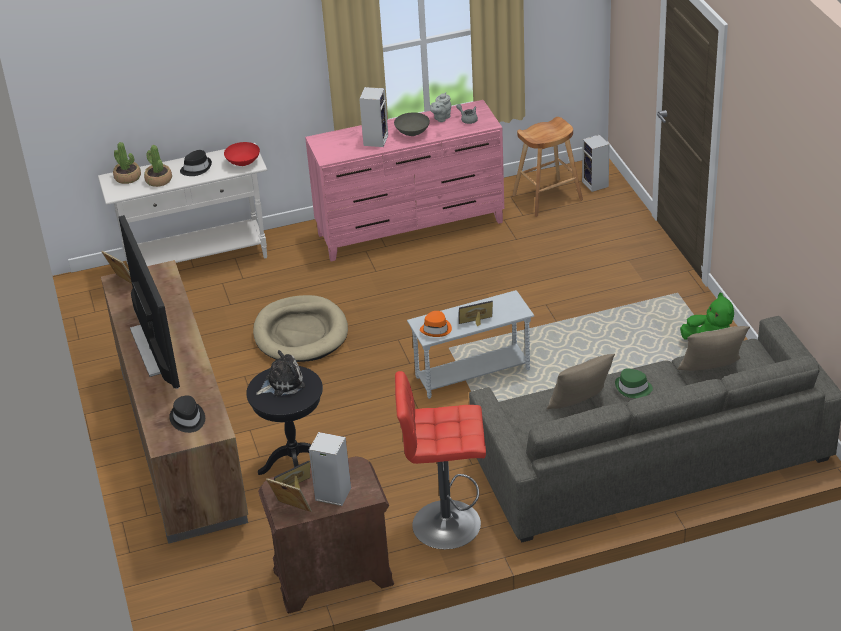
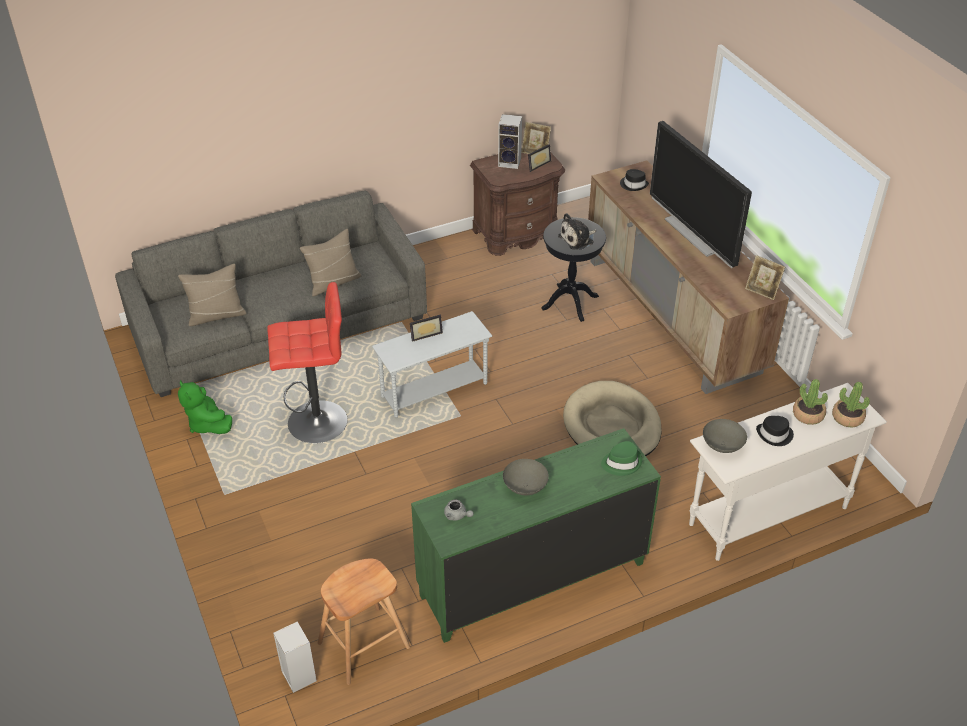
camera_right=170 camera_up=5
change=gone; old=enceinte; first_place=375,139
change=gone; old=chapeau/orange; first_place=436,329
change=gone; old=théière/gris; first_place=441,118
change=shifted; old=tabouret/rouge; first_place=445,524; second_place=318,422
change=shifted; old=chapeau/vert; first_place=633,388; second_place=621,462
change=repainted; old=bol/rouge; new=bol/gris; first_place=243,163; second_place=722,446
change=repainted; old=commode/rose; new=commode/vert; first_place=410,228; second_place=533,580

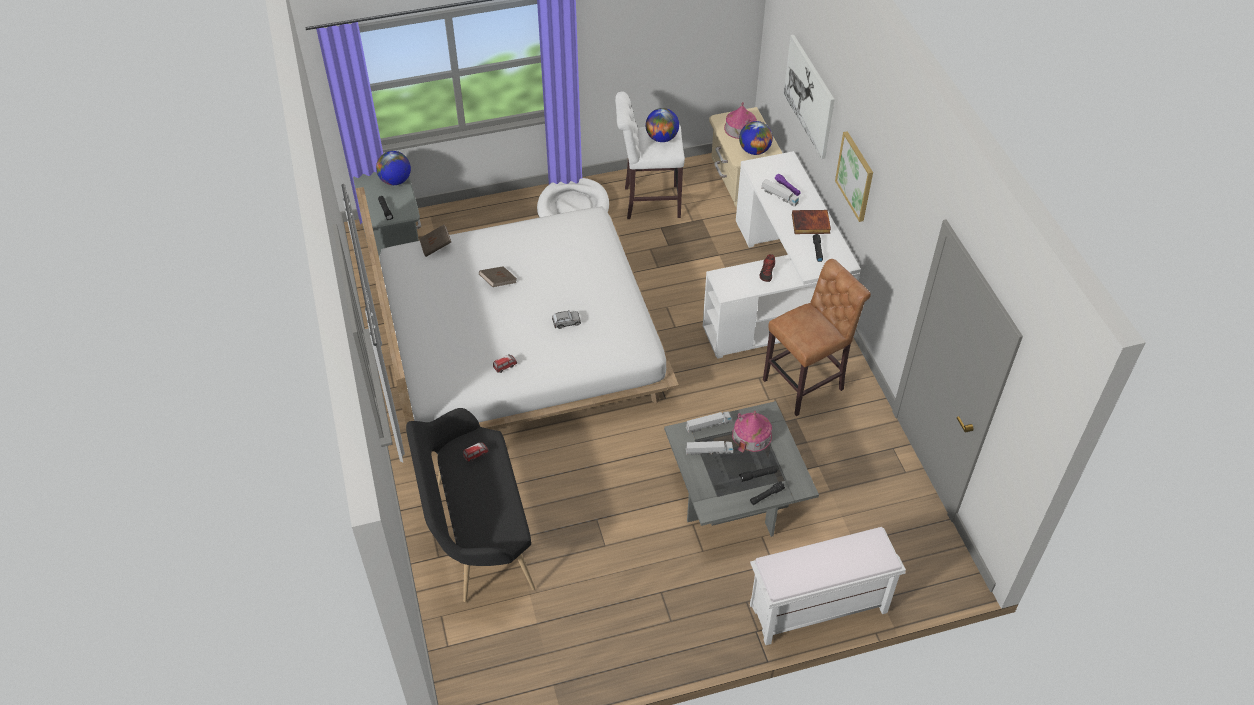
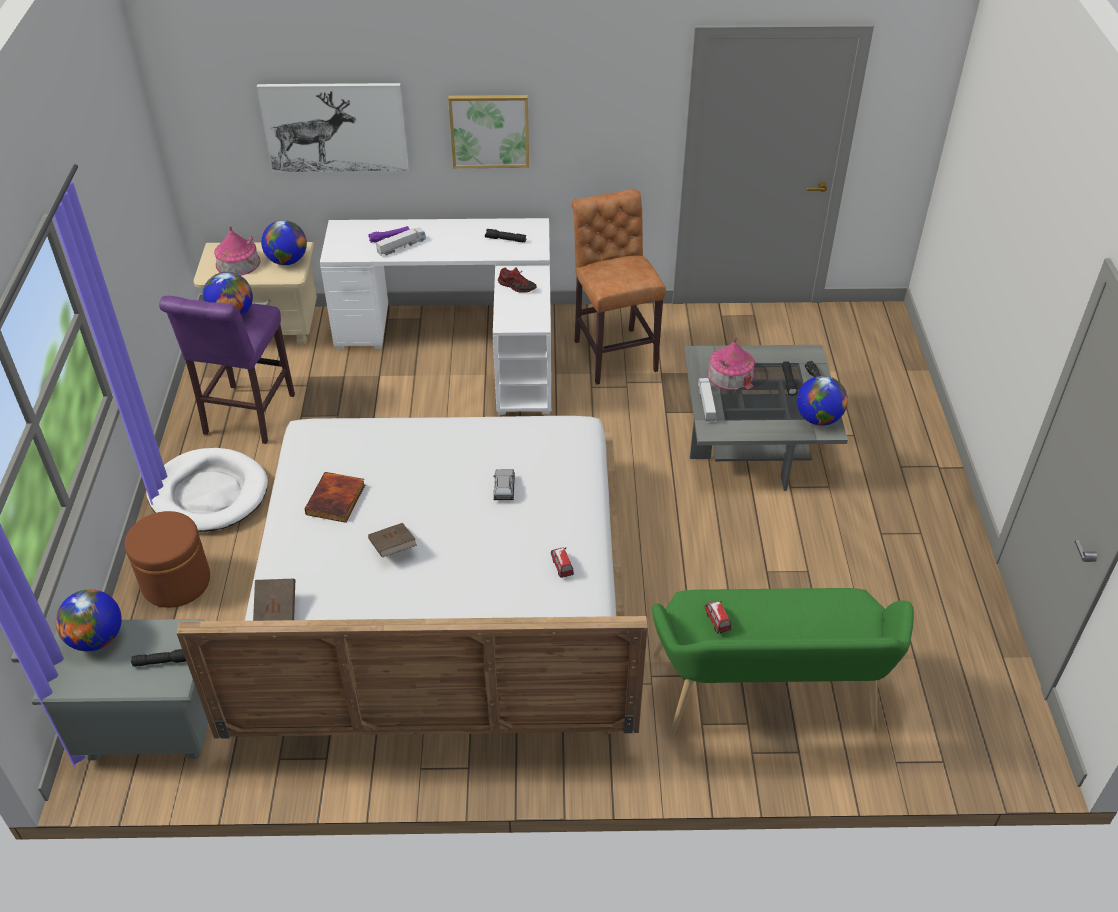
camera_right=-75 camera_up=-5
change=gone; old=camion jouet; first_place=709,451
change=gone; old=banc/blanc; first_place=817,609
change=new; new=pouf/marron; second_place=176,582
change=new; new=globe; second_place=818,419
change=shifted; old=livre; first_place=810,224; second_place=336,500
change=repainted; old=banc/noir; new=banc/vert; first_place=476,534; second_place=767,701
change=repainted; old=tabouret/blanc; new=tabouret/violet; first_place=648,202; second_place=246,418

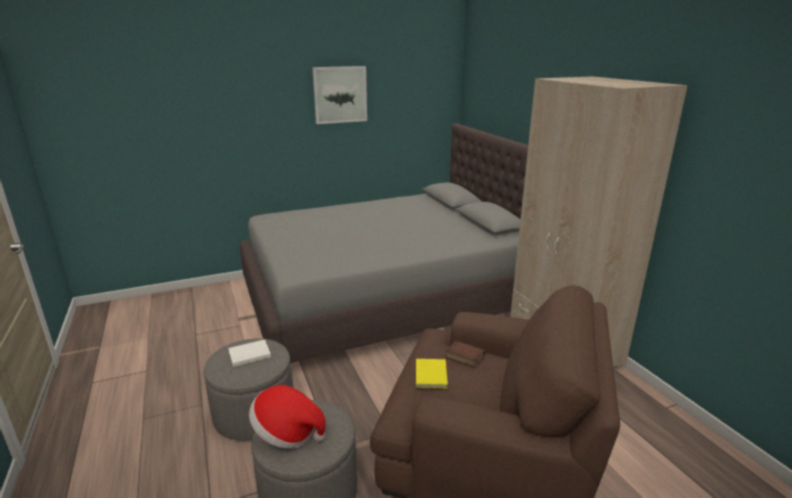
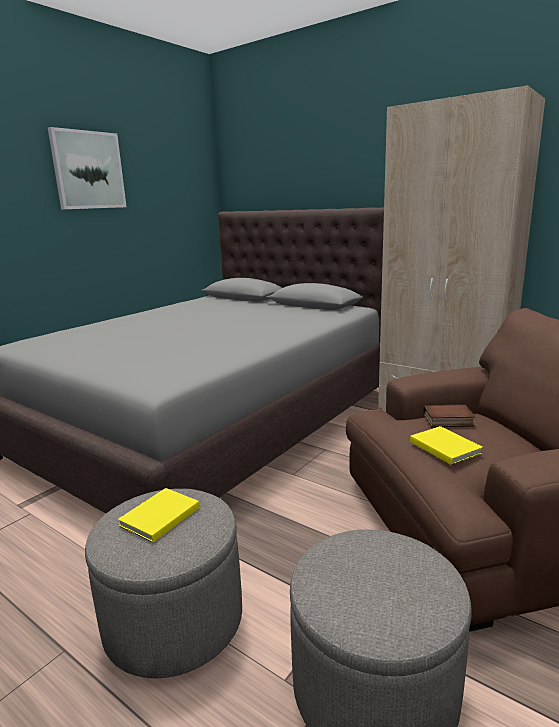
camera_right=-30 camera_up=-5
change=gone; old=chapeau; first_place=287,433
change=repainted; old=livre/blanc; new=livre/jaune; first_place=248,354; second_place=158,517

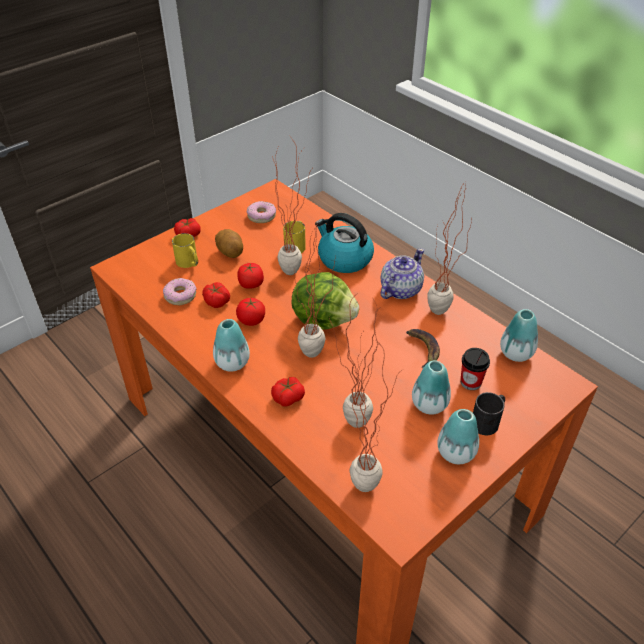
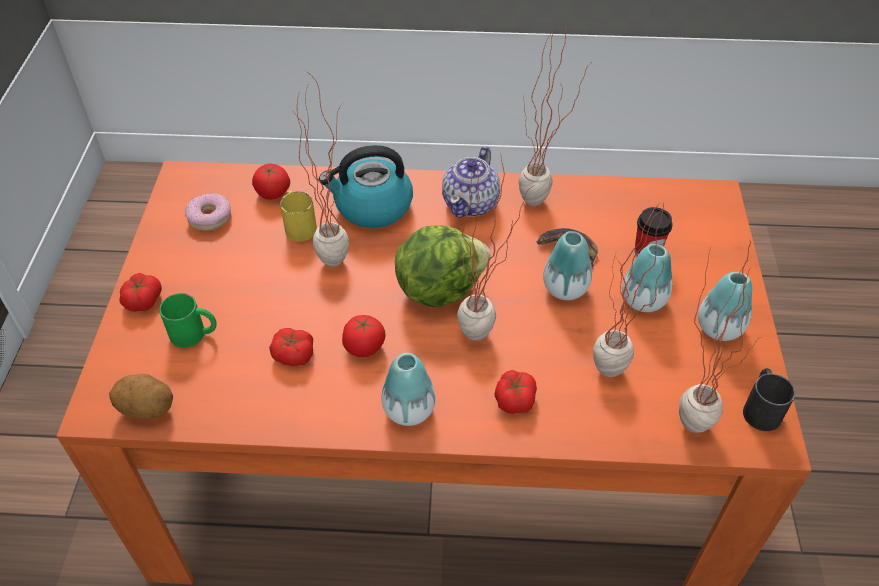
camera_right=-45 camera_up=5
change=gone; old=beignet; first_place=180,296
change=shifted; old=pomme de terre; first_place=230,253; second_place=147,408
change=shifted; old=tomate; first_place=251,284; second_place=273,193
change=shifted; old=mug/noir; first_place=488,421; second_place=760,407
change=shifted; old=vase; first_place=516,353; second_place=565,288
change=repainted; old=mug/jaune; new=mug/vert; first_place=189,263; second_place=194,334
change=rotated; old=théière; first_place=400,290; second_place=471,203; degrees=-150

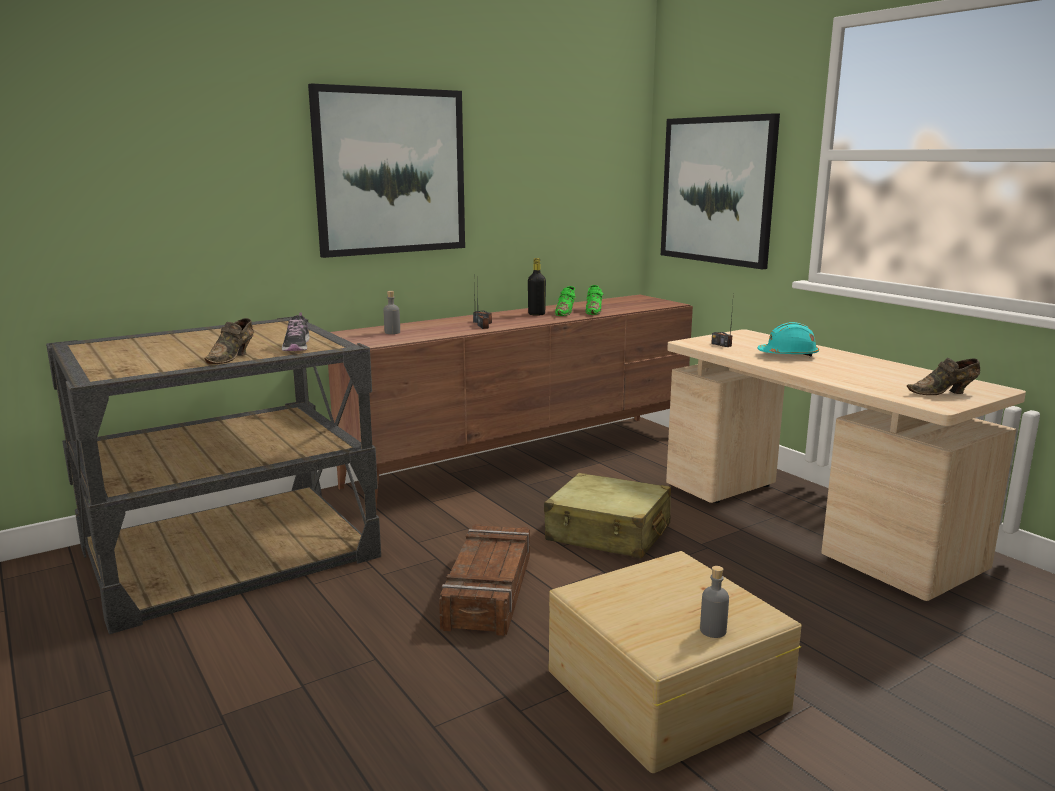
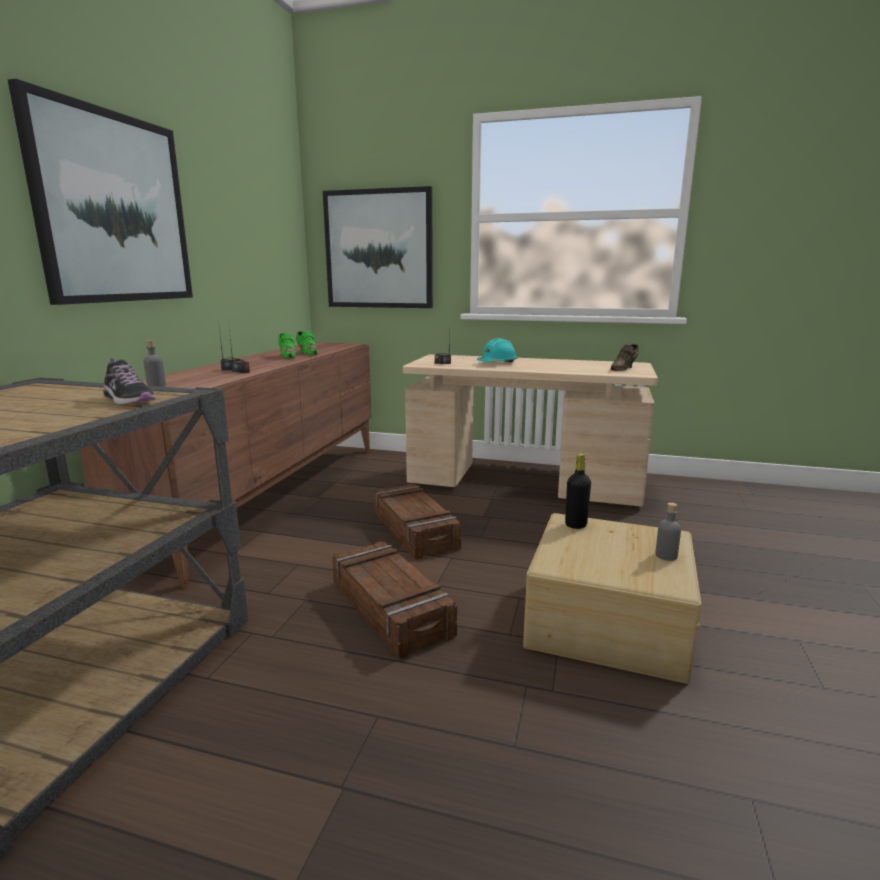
camera_right=-40 camera_up=0
change=gone; old=chaussure/marron; first_place=232,358
change=shifted; old=bouteille/noir; first_place=536,314; second_place=575,525
change=swapped; old=valise/beige; new=caisse; first_place=608,533; second_place=415,529

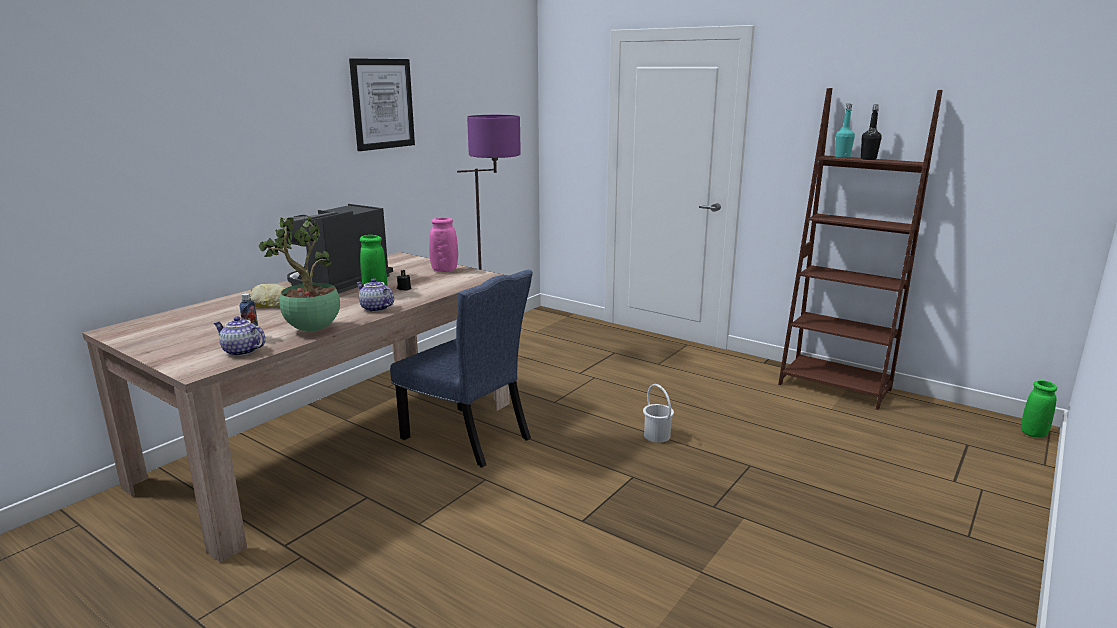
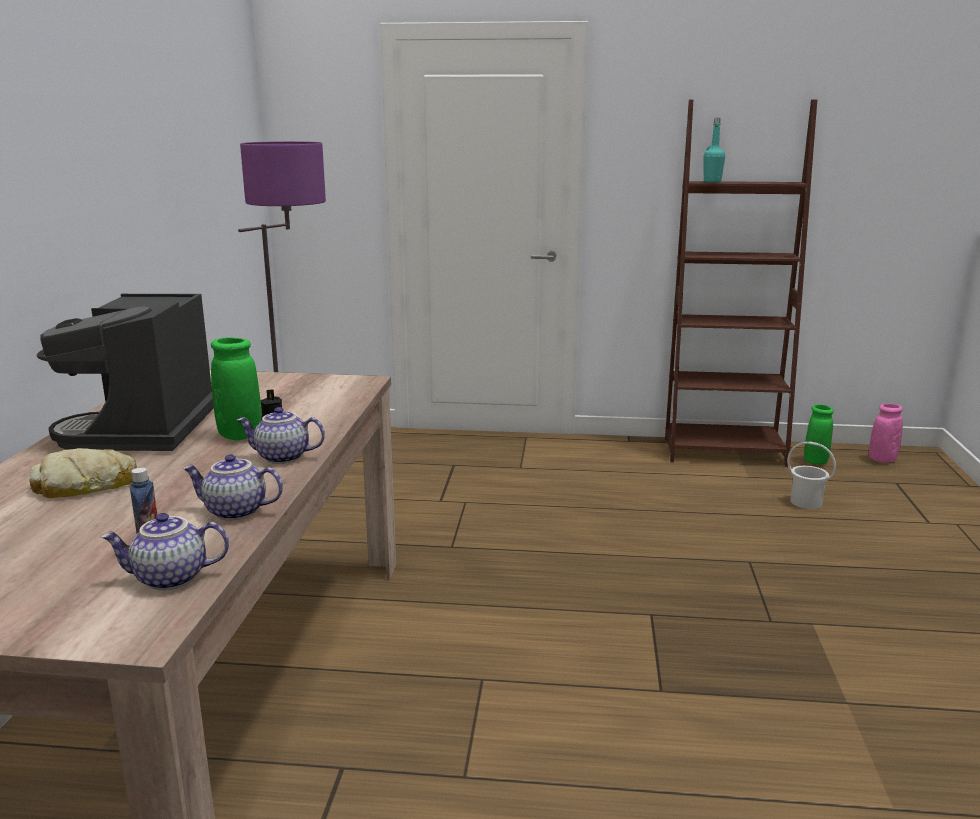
camera_right=-30 camera_up=0
change=gone; old=tableau; first_place=382,104
change=gone; old=chaise/bleu; first_place=466,436
change=gone; old=bouteille/noir; first_place=868,159
change=shifted; old=vase/rose; first_place=444,270; second_place=882,460
change=shifted; old=seau/blanc; first_place=657,435; second_place=806,502
change=shifted; old=vase/vert; first_place=1033,434; second_place=815,461
change=swapped; old=plante en pot; new=théière; first_place=311,330; second_place=234,512

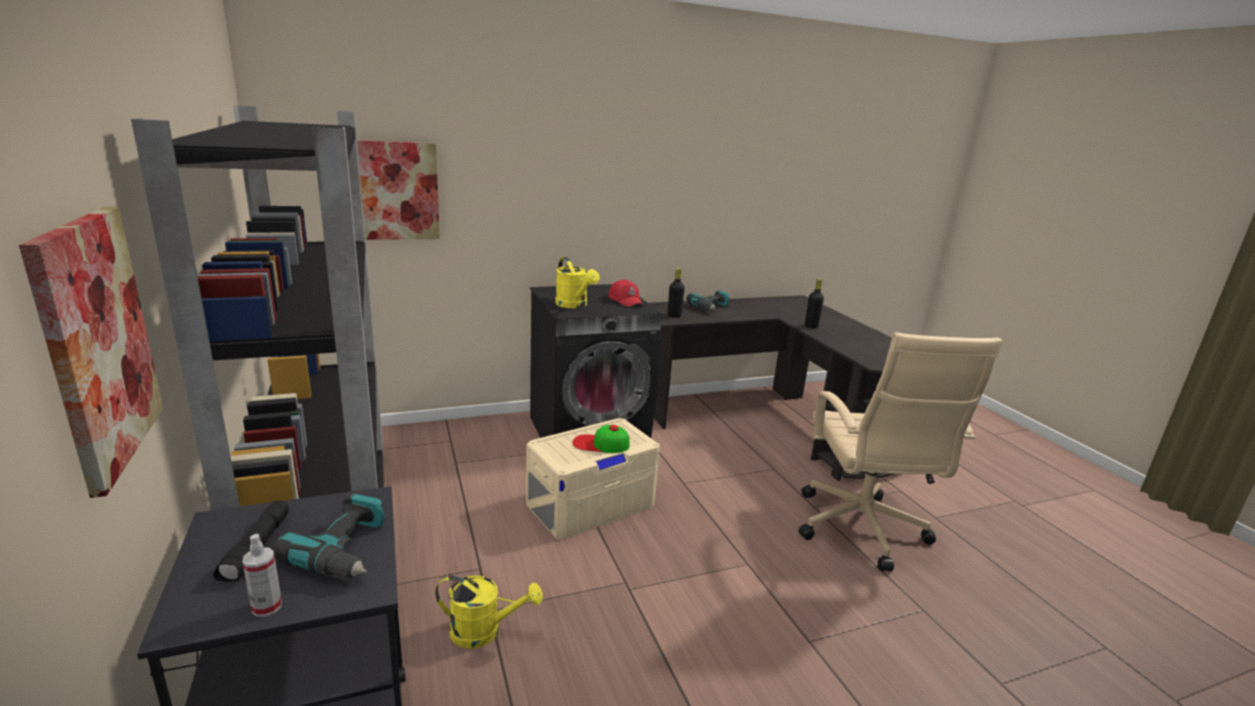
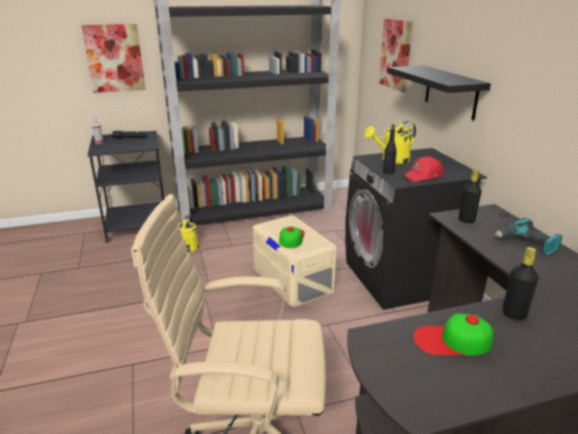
camera_right=95 camera_up=5
change=gone; old=perceuse; first_place=346,550
change=new; new=bouteille/noir; second_place=388,172
change=new; new=étagère/noir; second_place=451,92
change=new; new=casquette; second_place=452,340

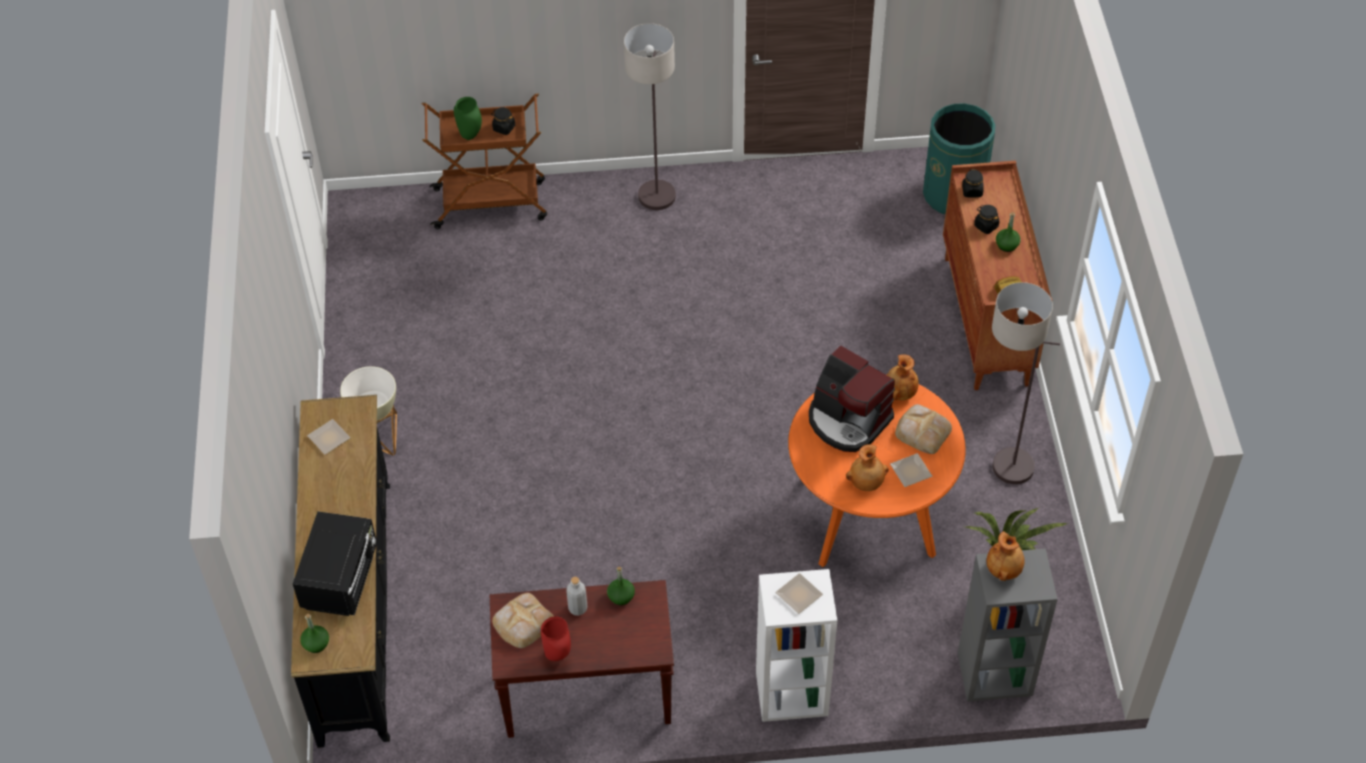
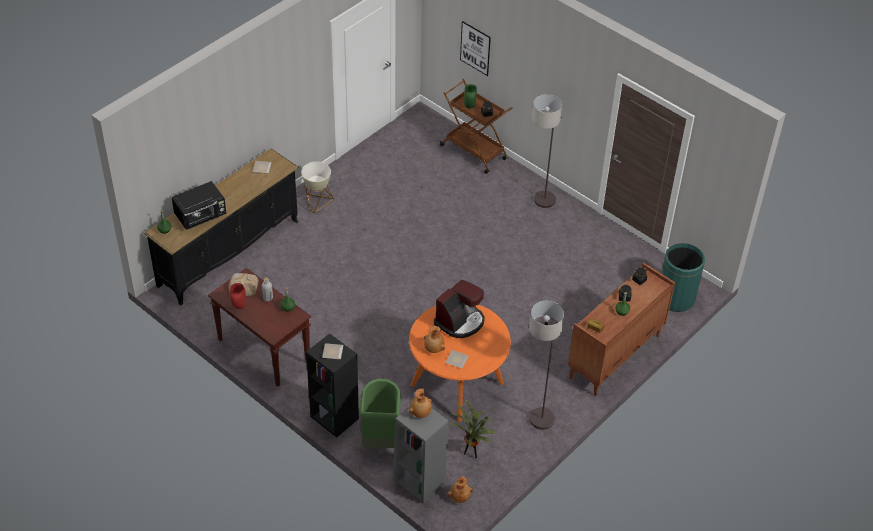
camera_right=45 camera_up=-5
change=gone; old=pain; first_place=922,431
change=new; new=poubelle/vert; second_place=380,438
change=new; new=tableau; second_place=475,48
change=shifted; old=vase/marron; first_place=899,392; second_place=459,497
change=repainted; old=bibliothèque/blanc; new=bibliothèque/noir; first_place=791,694; second_place=334,417
change=rotated; old=machine à café; first_place=848,420; second_place=460,321; degrees=-135

